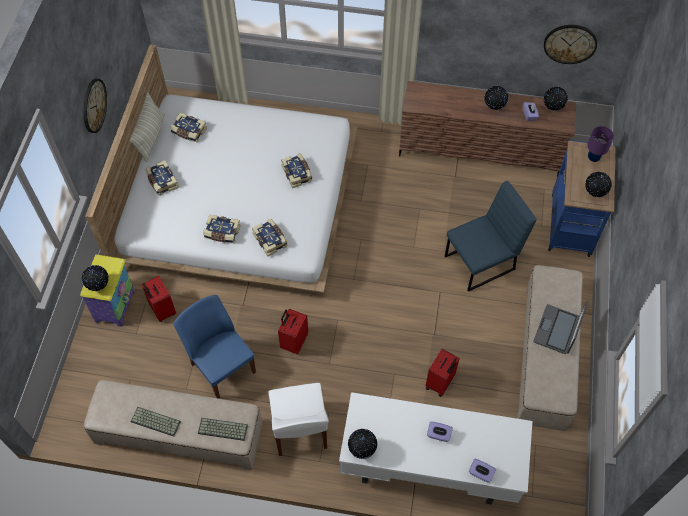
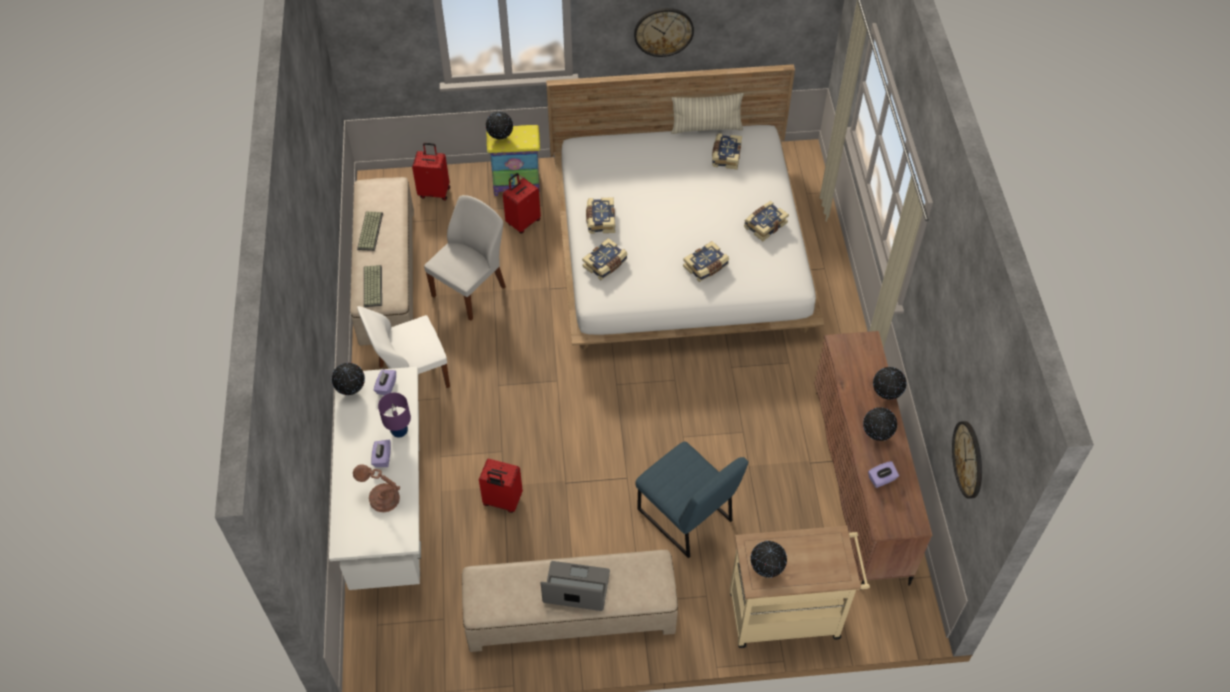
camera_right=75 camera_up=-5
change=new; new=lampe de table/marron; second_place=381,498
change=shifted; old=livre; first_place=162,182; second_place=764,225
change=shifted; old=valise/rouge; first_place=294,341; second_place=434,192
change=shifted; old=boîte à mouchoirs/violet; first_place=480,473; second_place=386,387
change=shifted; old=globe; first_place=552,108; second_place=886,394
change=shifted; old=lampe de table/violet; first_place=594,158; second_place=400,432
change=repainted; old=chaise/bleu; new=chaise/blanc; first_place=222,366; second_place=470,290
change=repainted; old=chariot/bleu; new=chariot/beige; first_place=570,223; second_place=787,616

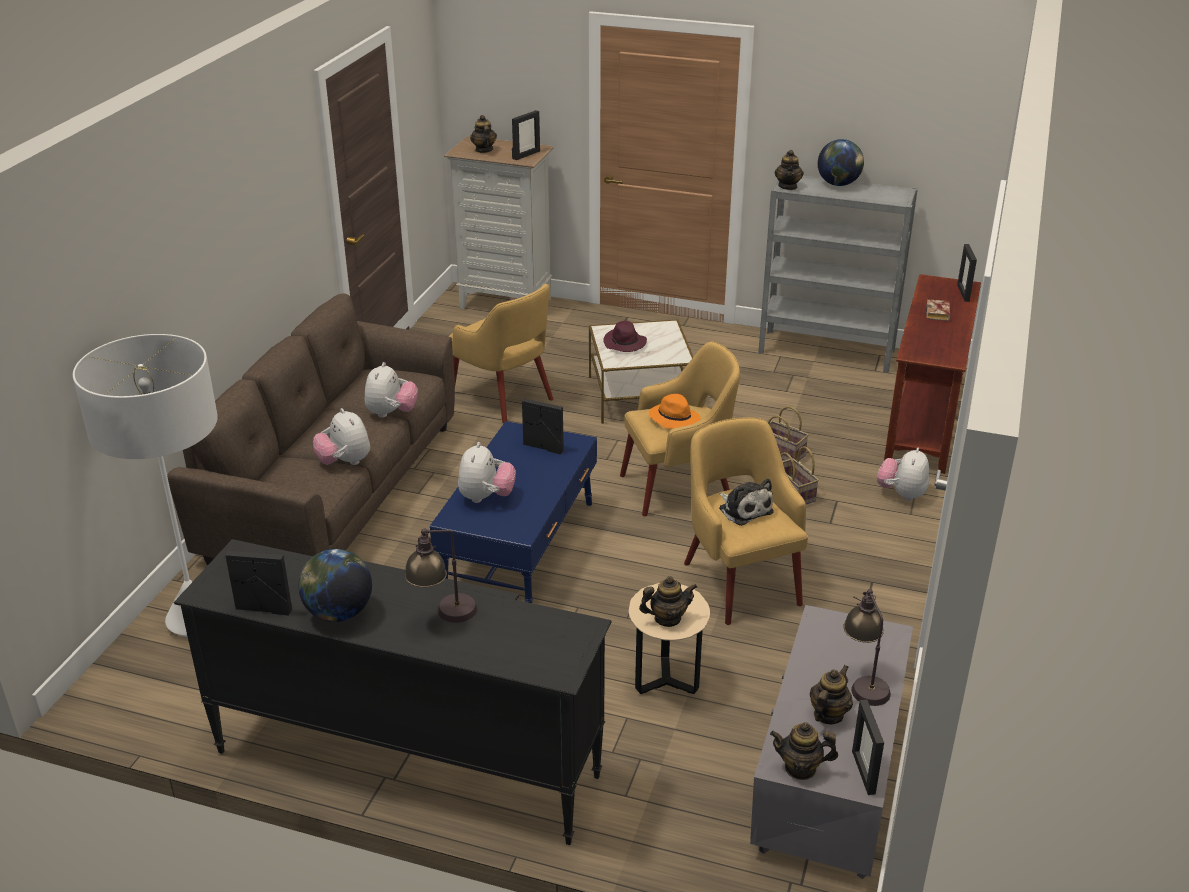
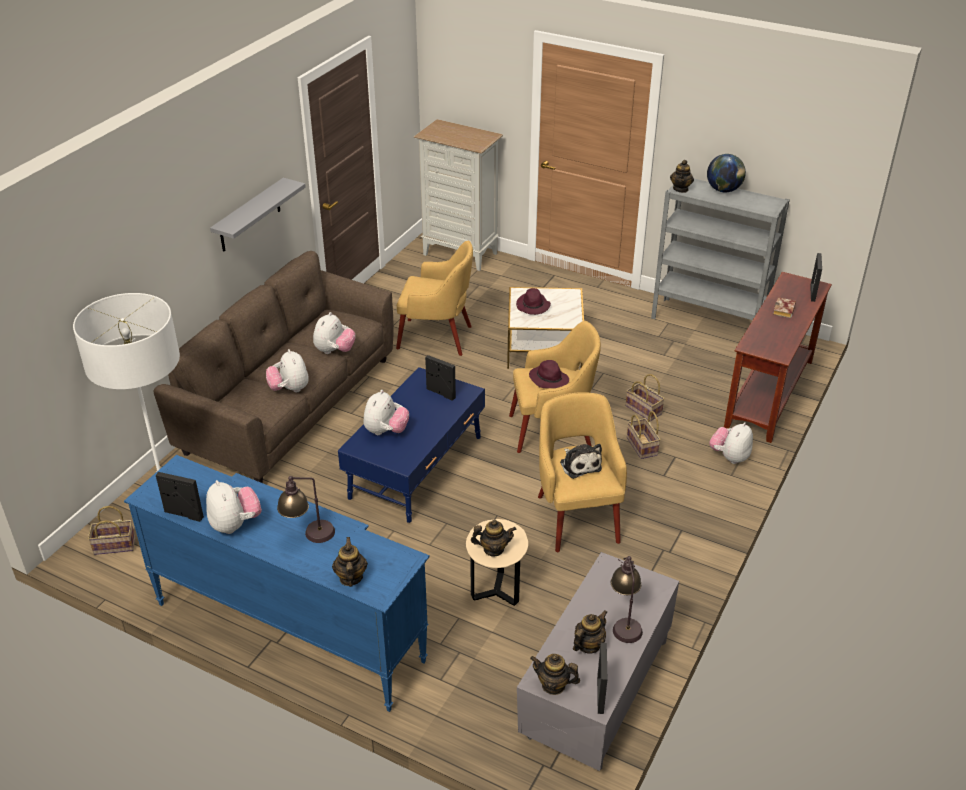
camera_right=10 camera_up=5
change=gone; old=cadre photo; first_place=526,155
change=new; new=panier; second_place=113,546
change=new; new=étagère/gris; second_place=249,216
change=shifted; old=théière; first_place=483,150; second_place=350,578
change=swapped; old=globe; new=peluche; first_place=339,613; second_place=235,524
change=repainted; old=meuble de rangement/noir; new=meuble de rangement/bleu; first_place=408,762; second_place=290,630
change=repainted; old=chapeau/orange; new=chapeau/violet; first_place=673,418; second_place=548,379
change=rotated; old=fauteuil/jaune; first_place=503,397; second_place=437,337; degrees=-45

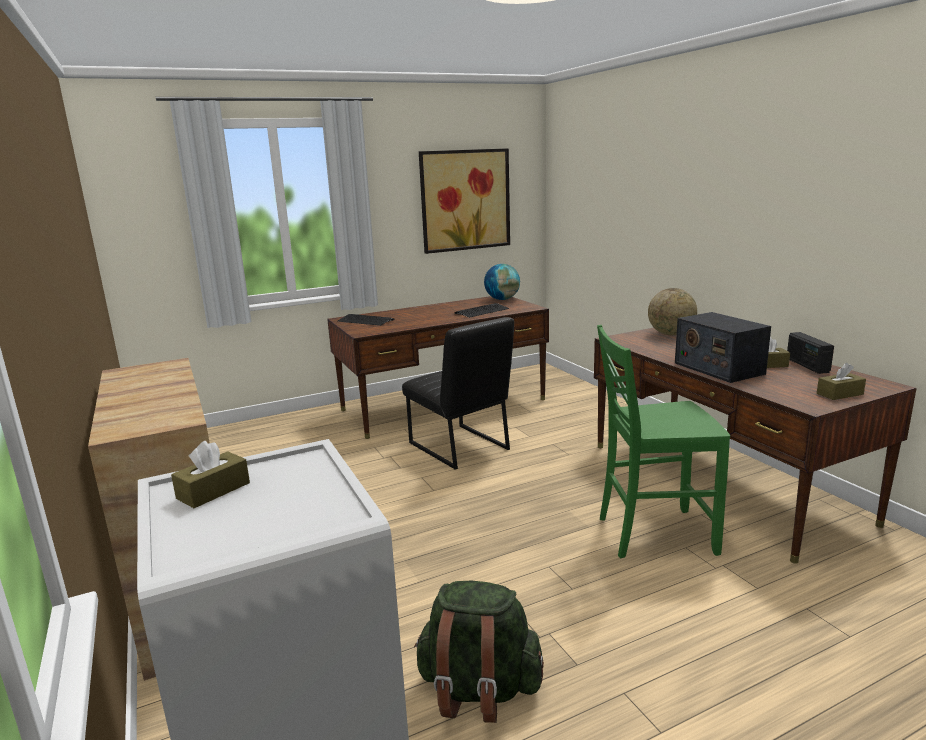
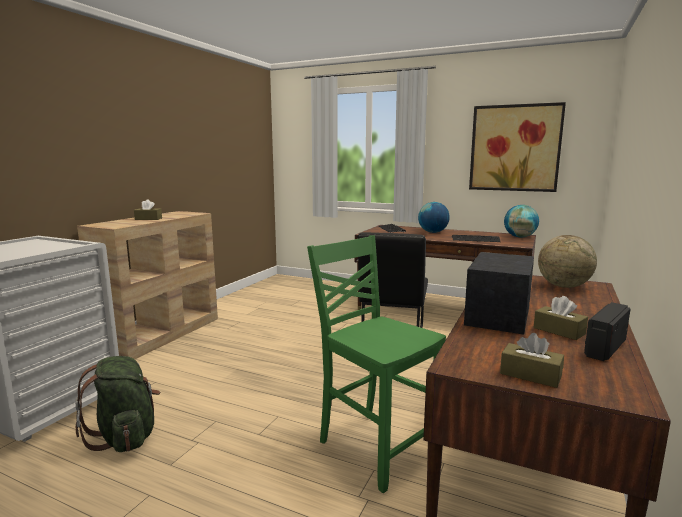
camera_right=50 camera_up=-5
change=new; new=globe; second_place=433,232
change=shifted; old=boîte à mouchoirs/marron; first_place=213,491; second_place=148,219

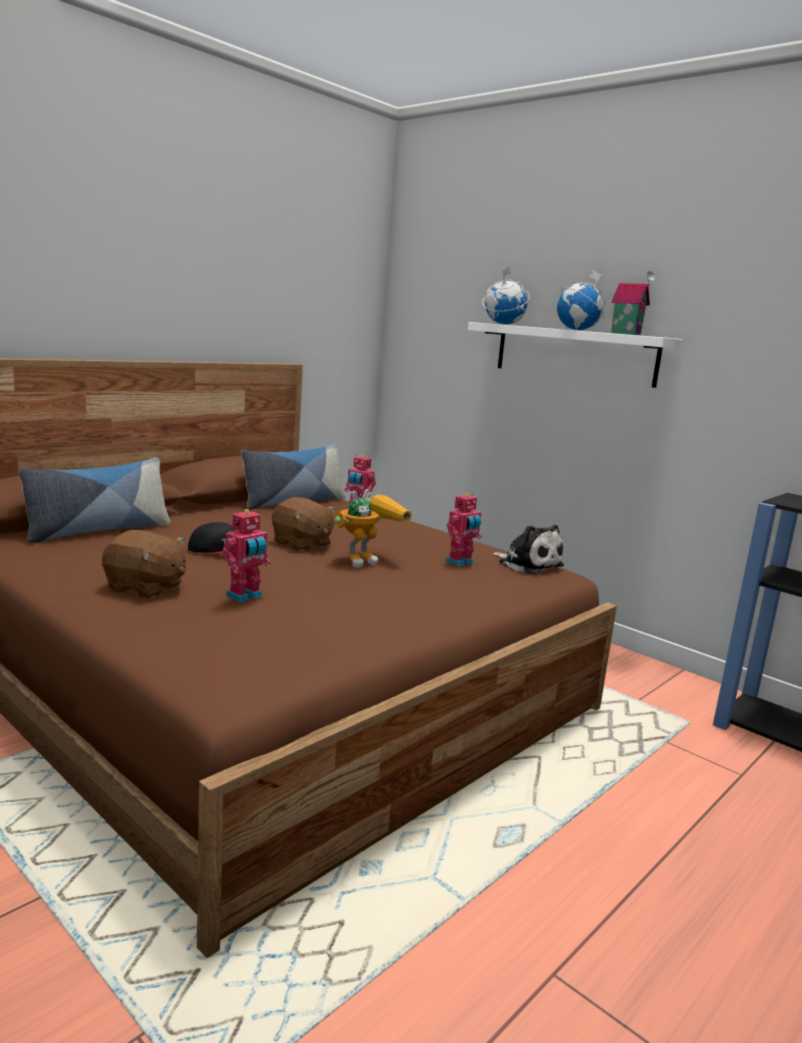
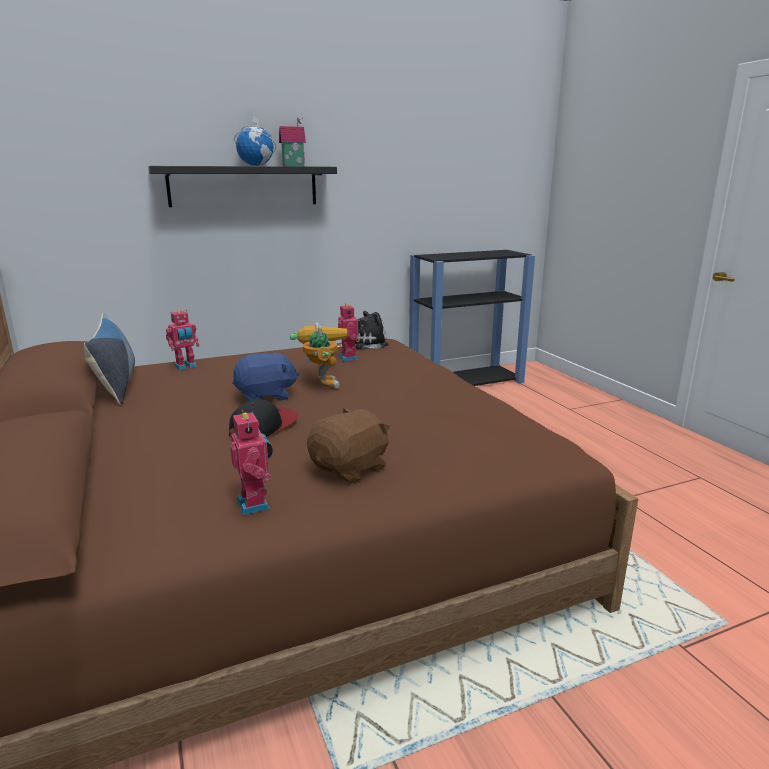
camera_right=-65 camera_up=5
change=gone; old=coussin; first_place=98,530
change=gone; old=globe; first_place=503,324
change=shifted; old=robot jouet; first_place=245,596; second_place=255,504
change=repainted; old=peluche/marron; new=peluche/bleu; first_place=302,544; second_place=266,396
change=repainted; old=étagère/blanc; new=étagère/noir; first_place=574,354; second_place=244,186

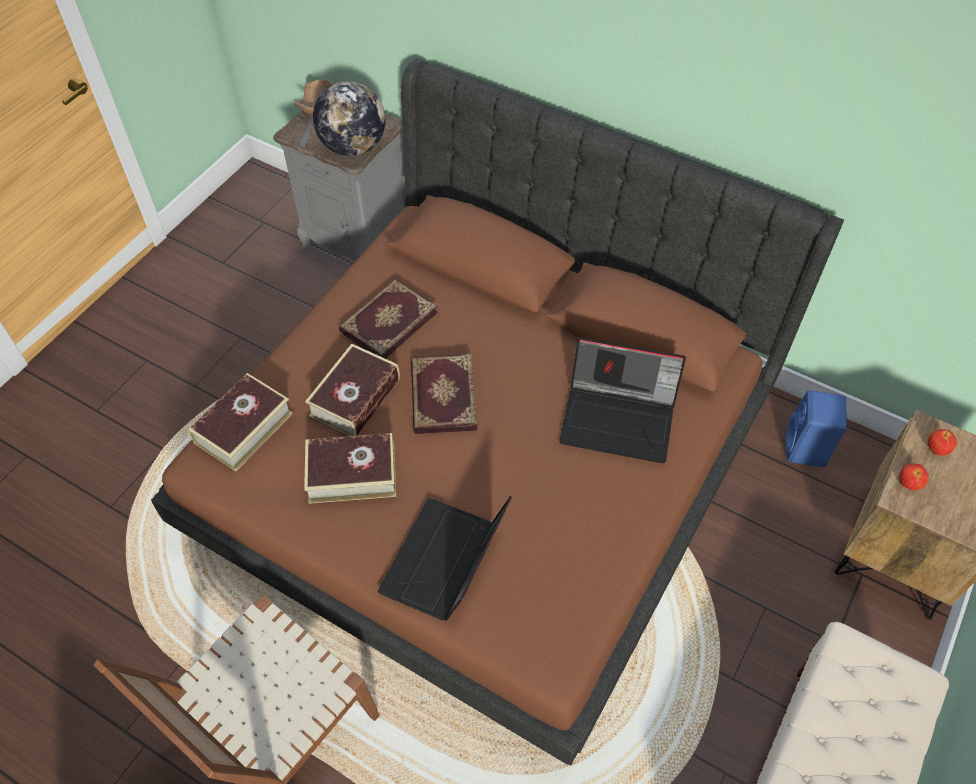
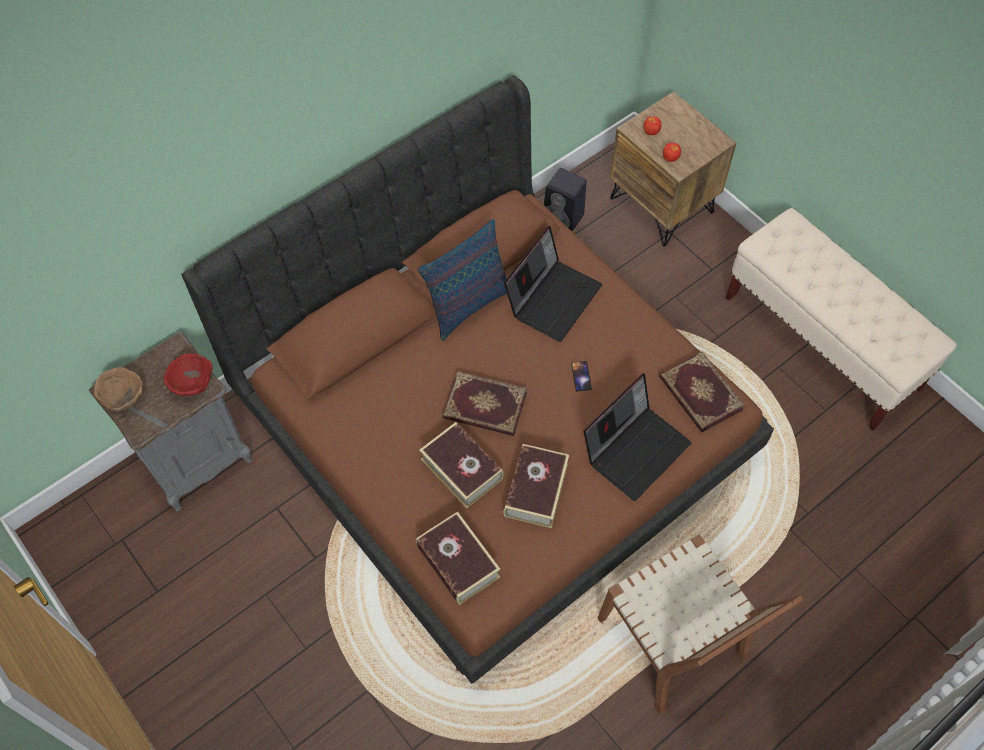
camera_right=-70 camera_up=5
change=new; new=coussin/bleu; second_place=469,306
change=new; new=téléphone; second_place=581,376
change=shifted; old=livre; first_place=388,321; second_place=699,394
change=swapped; old=globe; new=bol/rouge; first_place=353,147; second_place=191,383
change=repainted; old=enceinte/bleu; new=enceinte/noir; first_place=806,449; second_place=564,219
change=rotated; old=ordinateur portable; first_place=446,564; second_place=635,448; degrees=-90

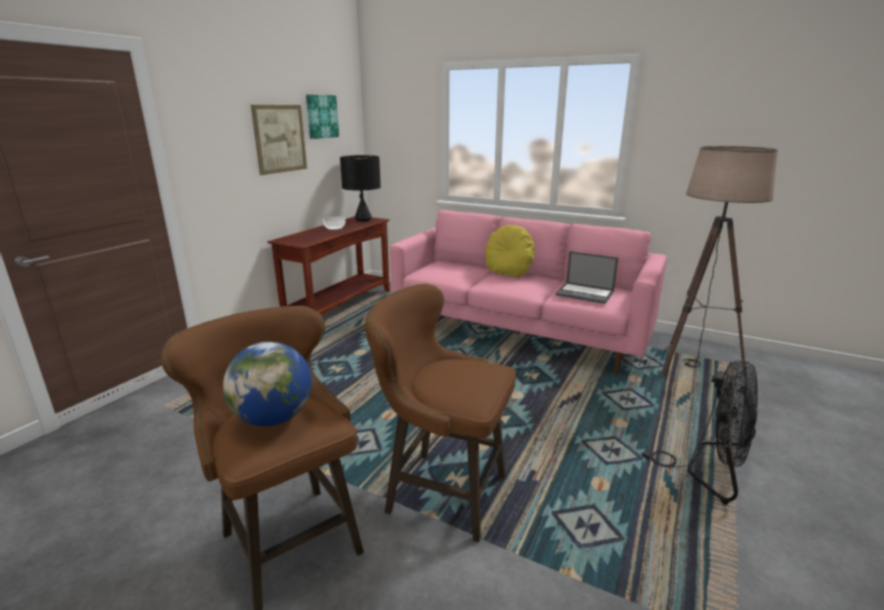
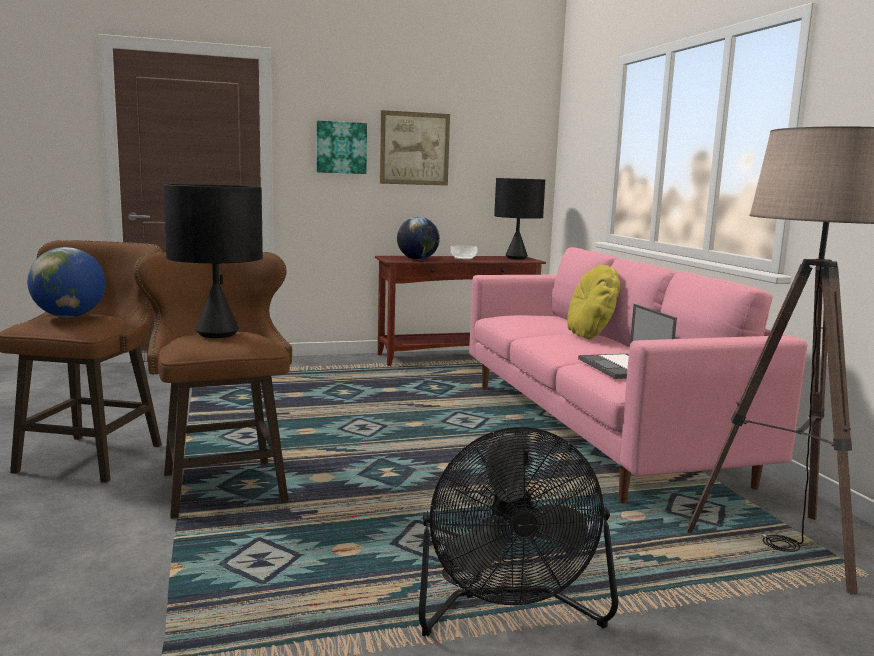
camera_right=45 camera_up=-10
change=new; new=lampe de table/noir; second_place=217,334
change=new; new=globe; second_place=417,259
change=shifted; old=tableau; first_place=321,116; second_place=341,147

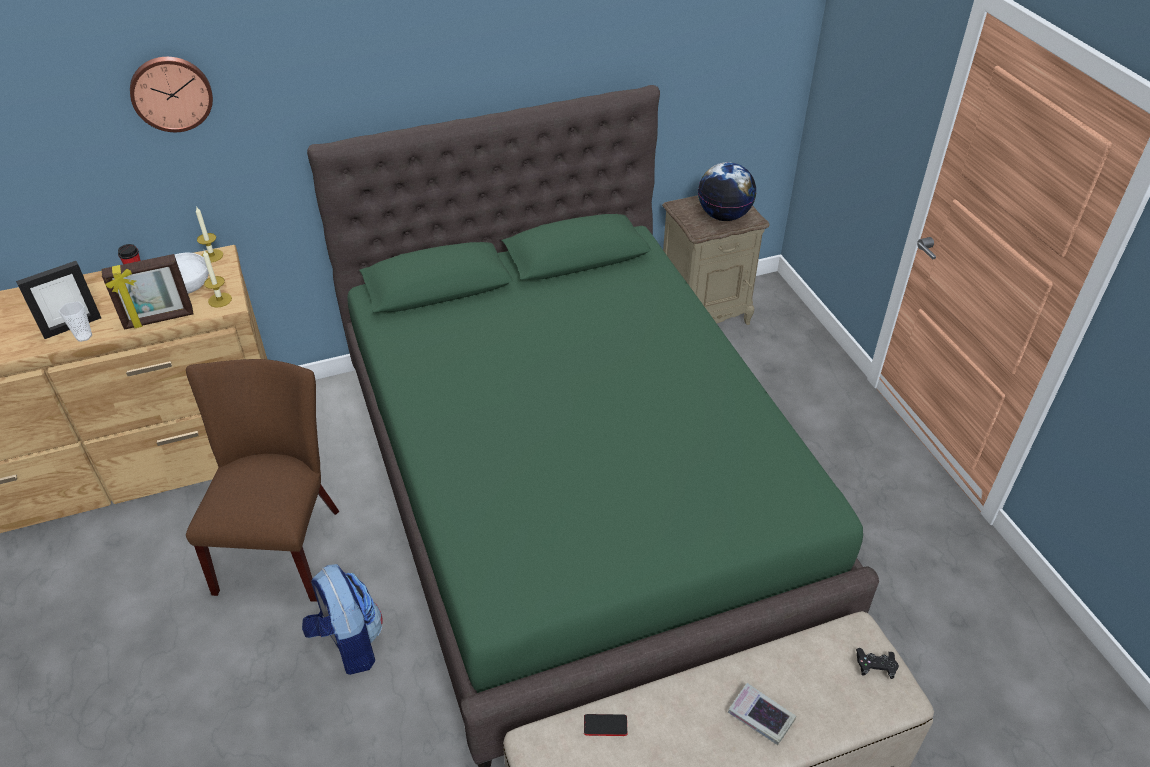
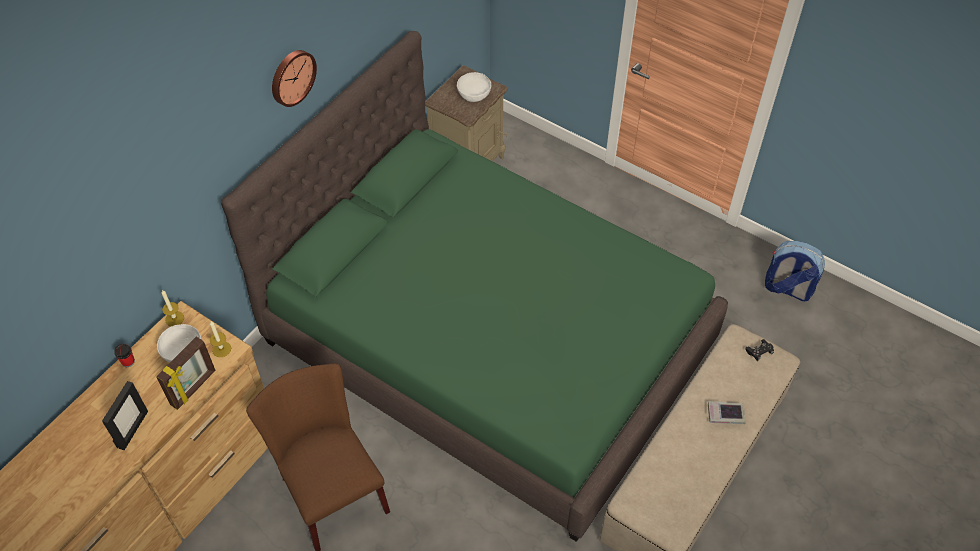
camera_right=-35 camera_up=10
change=gone; old=tasse; first_place=84,336
change=gone; old=téléphone; first_place=605,725
change=shifted; old=horloge murale; first_place=171,93; second_place=291,77
change=shifted; old=sac à dos; first_place=348,643; second_place=787,288
change=swapped; old=globe; new=bol/blanc; first_place=724,216; second_place=474,94

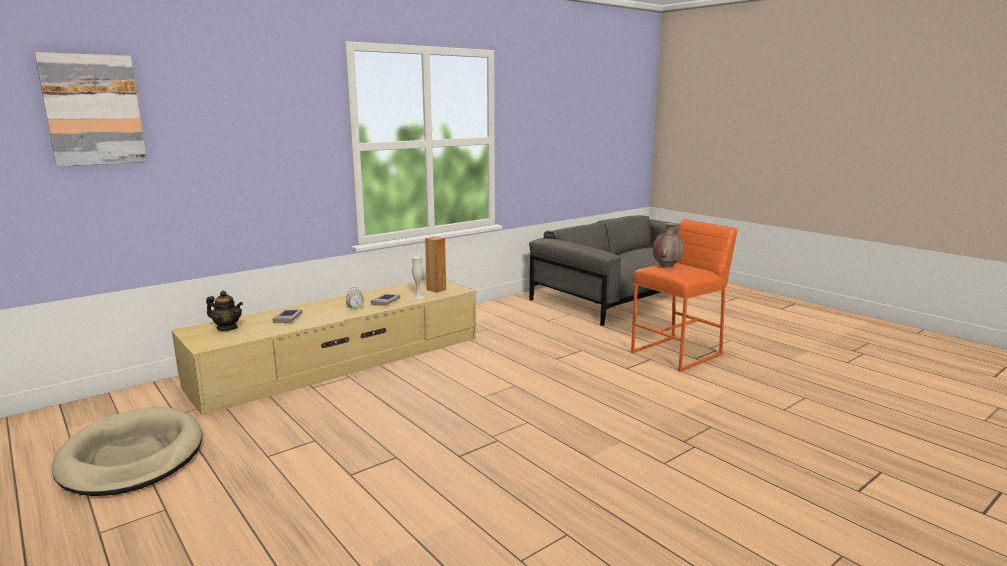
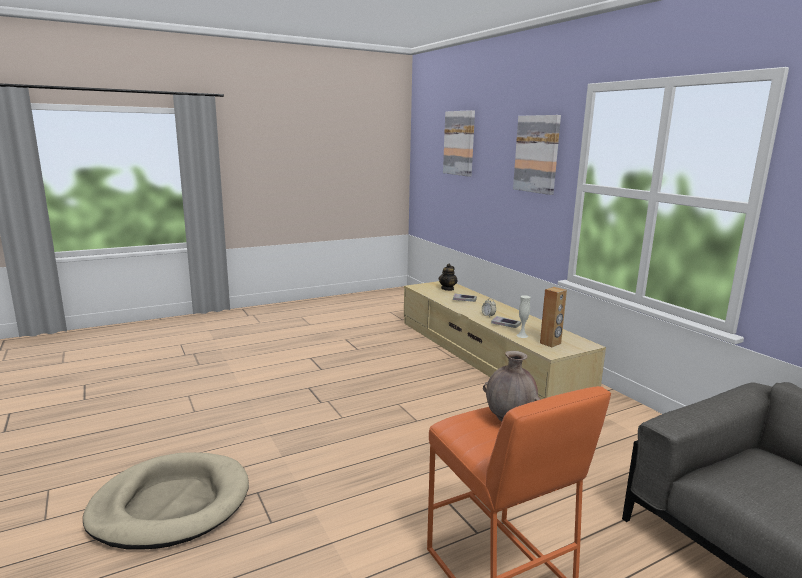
camera_right=100 camera_up=0
change=new; new=tableau; second_place=537,154
change=shifted; old=panier pour chien/beige; first_place=132,457; second_place=171,504

